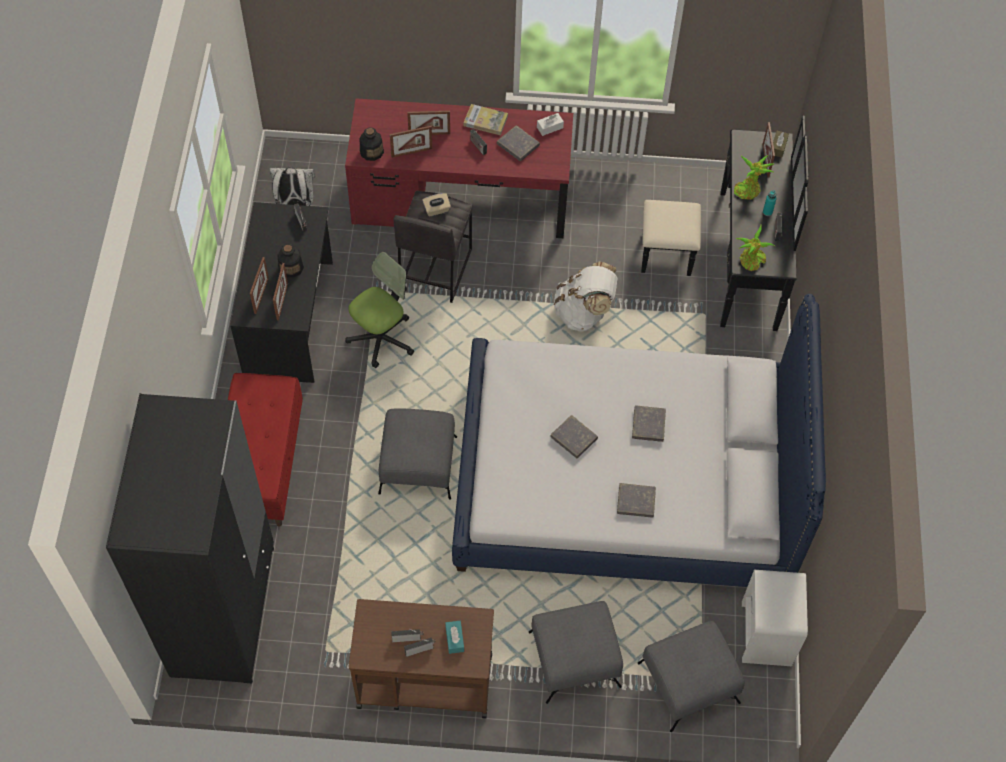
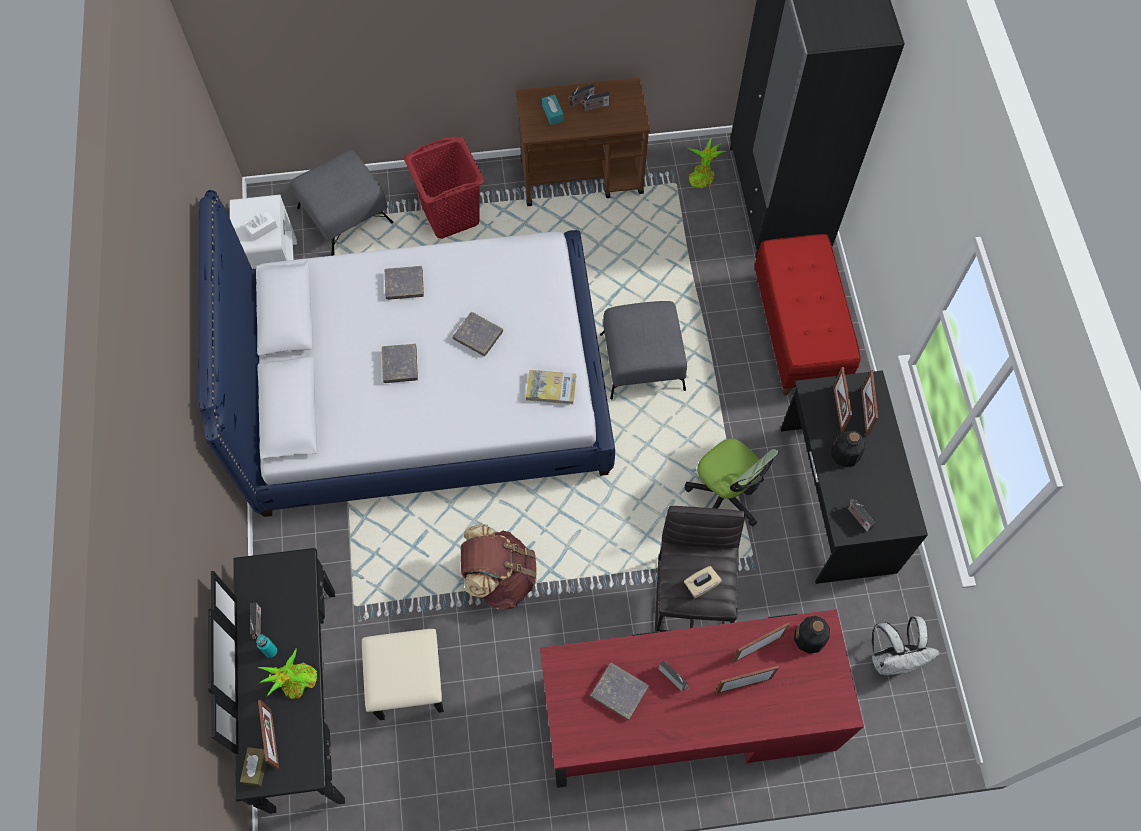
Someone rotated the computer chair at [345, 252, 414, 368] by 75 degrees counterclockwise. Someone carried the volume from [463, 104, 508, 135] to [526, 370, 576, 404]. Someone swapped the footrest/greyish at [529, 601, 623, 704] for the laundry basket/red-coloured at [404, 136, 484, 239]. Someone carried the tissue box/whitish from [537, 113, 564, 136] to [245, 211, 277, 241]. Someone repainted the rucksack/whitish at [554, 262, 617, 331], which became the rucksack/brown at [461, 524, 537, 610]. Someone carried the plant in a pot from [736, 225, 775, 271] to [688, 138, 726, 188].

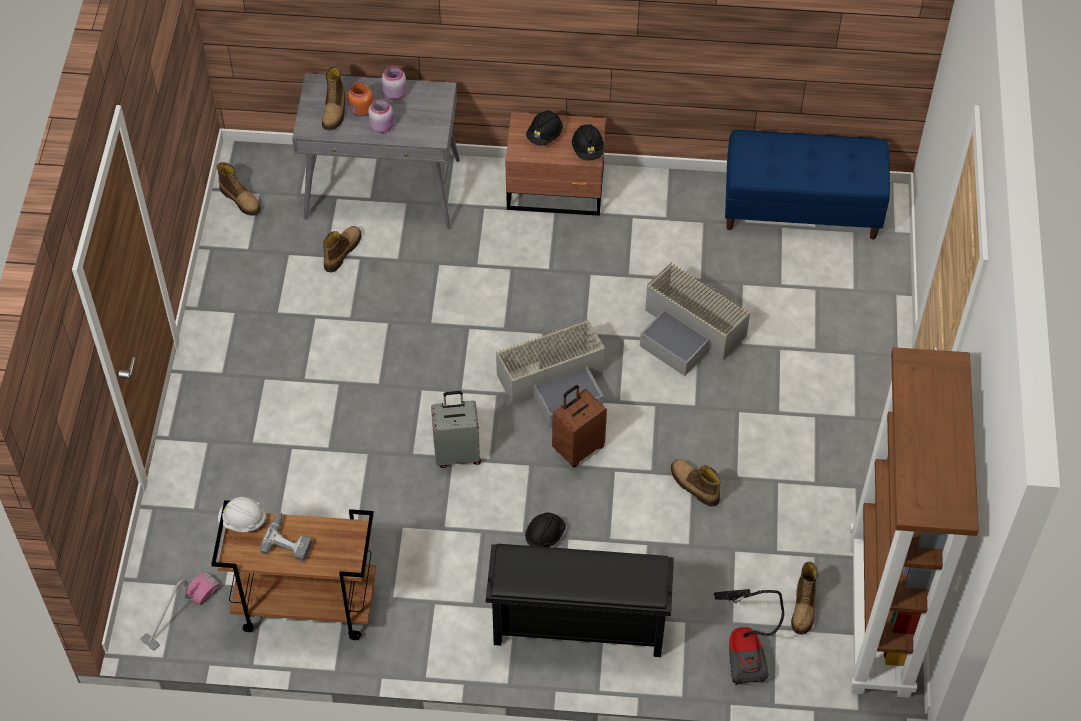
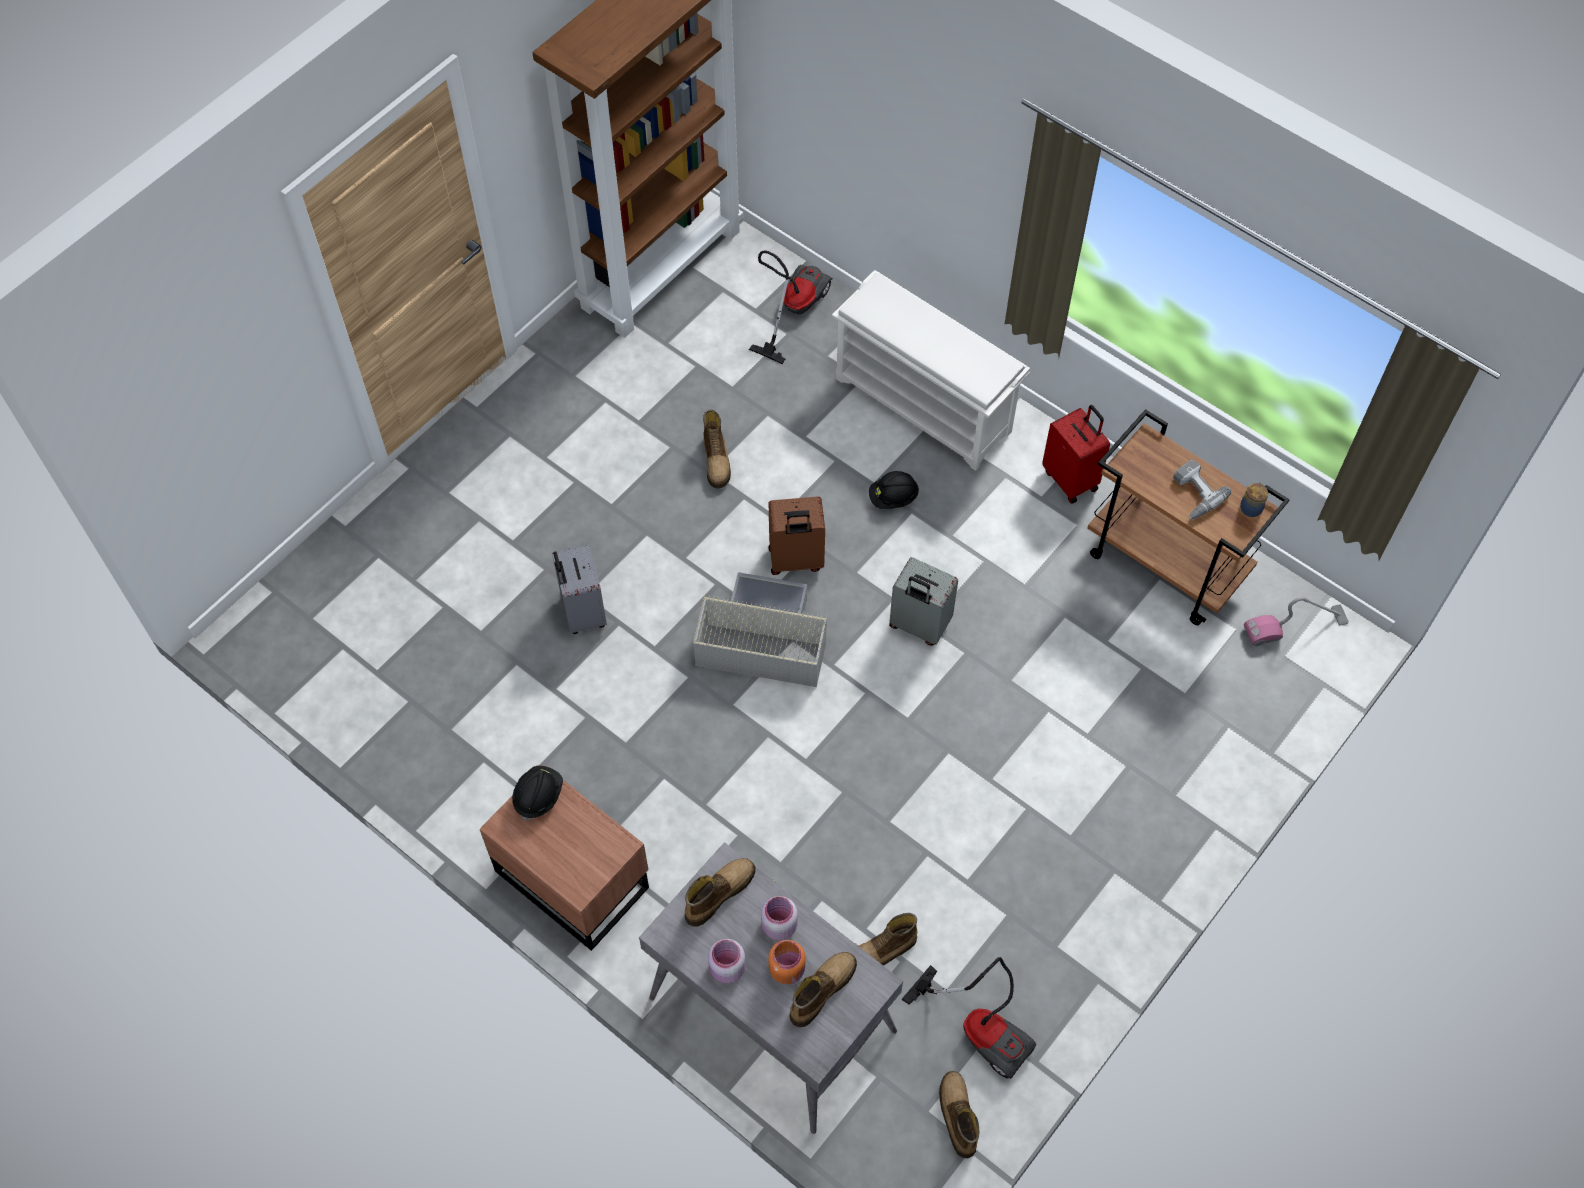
Someone took away the safety helmet/whitish at [218, 497, 267, 532]. Someone repainted the shoe stand/black-coloured at [485, 544, 674, 657], which became the shoe stand/whitish at [832, 270, 1030, 471]. Someone took away the safety helmet/black-coloured at [526, 110, 563, 146]. Someone swapped the storage box/greyish at [640, 262, 751, 376] for the piece of luggage/greyish at [552, 544, 607, 634]. Someone took away the bench/bluish at [725, 130, 890, 239]. Someone carried the tall boot from [791, 561, 818, 635] to [685, 858, 756, 927]. Someone put down the vacuum cleaner at [902, 957, 1036, 1079]. Someone put down the piece of luggage/red-coloured at [1042, 405, 1110, 504]. Someone put down the jar at [1240, 482, 1268, 517].

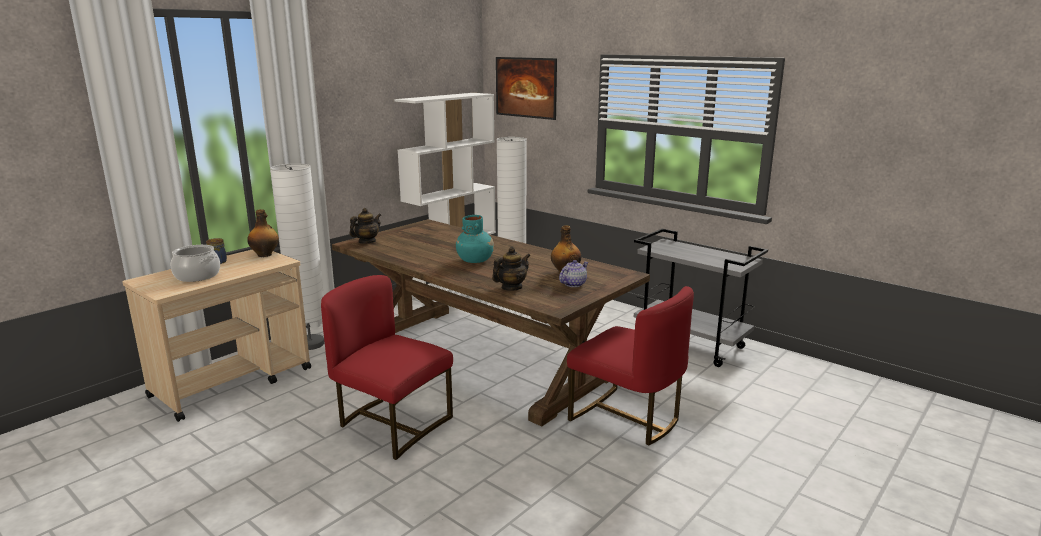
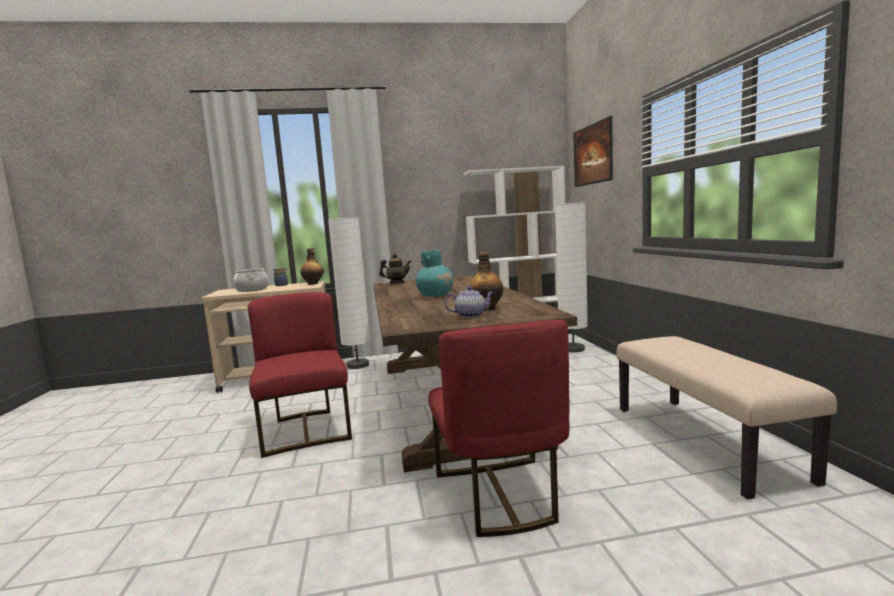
Someone took away the tea pot at [492, 247, 530, 291]. Someone swapped the cart/greyish at [634, 229, 768, 367] for the bench/beige-coloured at [616, 336, 837, 499].

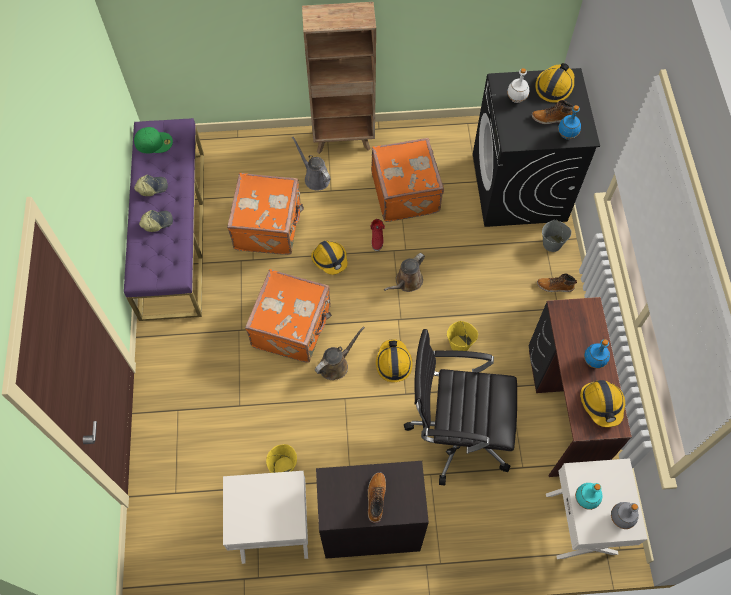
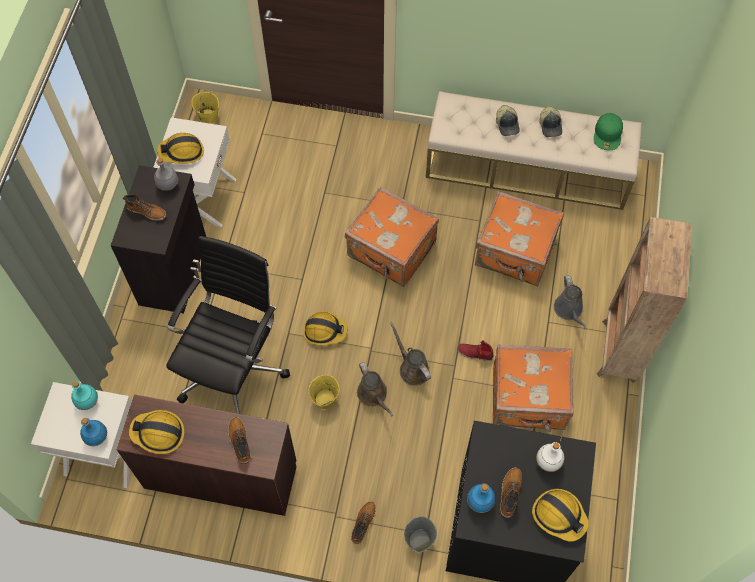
Someone repainted the bench/purple-coloured at [124, 118, 204, 321], which became the bench/beige-coloured at [426, 91, 642, 210]. Someone carried the pail/yellowish from [266, 444, 297, 473] to [192, 90, 219, 124]. Someone rotated the sprinkling can/greyish at [292, 137, 331, 190] by 105 degrees clockwise. Someone carried the safety helmet from [311, 241, 348, 275] to [157, 133, 204, 164]. Someone carried the sprinkling can/brown from [315, 326, 365, 380] to [357, 362, 393, 417]. Someone carried the bottle/bluish from [584, 339, 610, 369] to [80, 418, 107, 446]. Someone carried the bottle/greyish from [611, 502, 639, 529] to [154, 158, 178, 191]. Someone put down the tall boot at [228, 417, 251, 464].

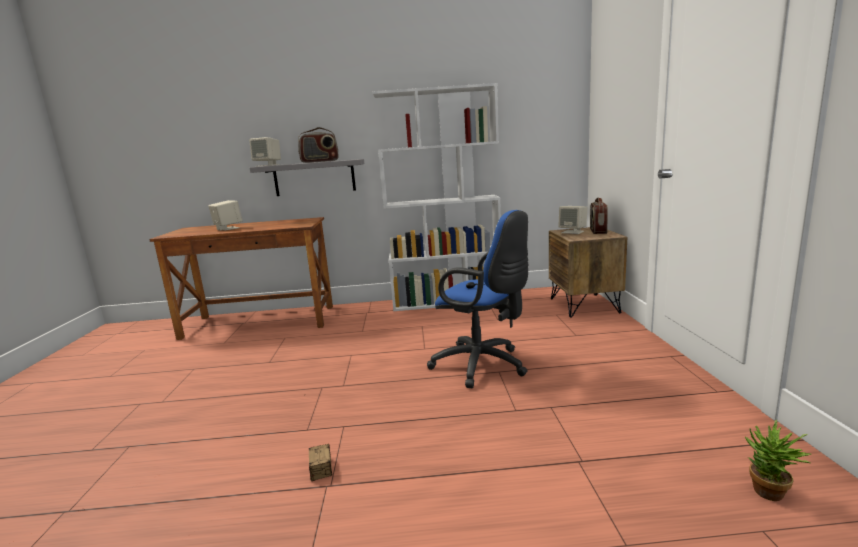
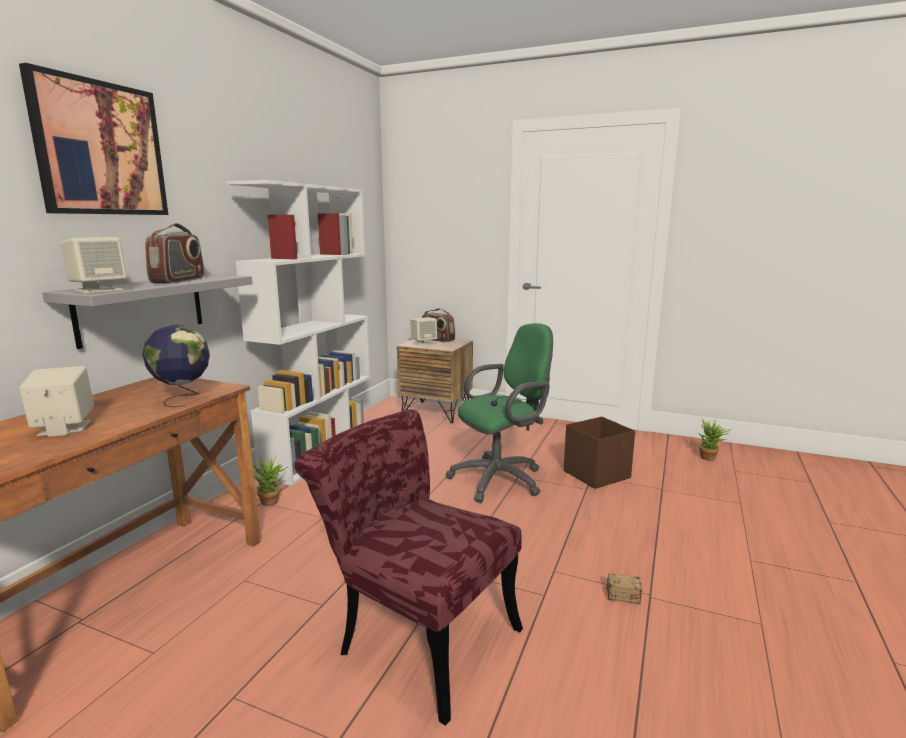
Someone repainted the computer chair/bluish at [427, 210, 528, 388], which became the computer chair/green at [446, 323, 553, 503]. Someone put up the wall picture at [19, 63, 168, 215]. Someone put down the desk globe at [142, 325, 210, 407]. Someone put down the plant in a pot at [253, 456, 288, 506]. Someone put down the chair/red-coloured at [295, 409, 523, 726]. Someone put down the storage box/brown at [564, 417, 635, 489].

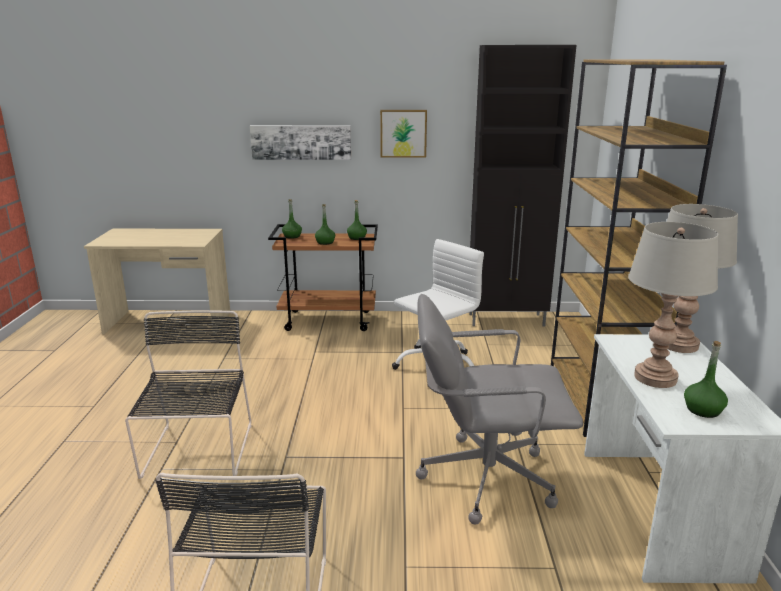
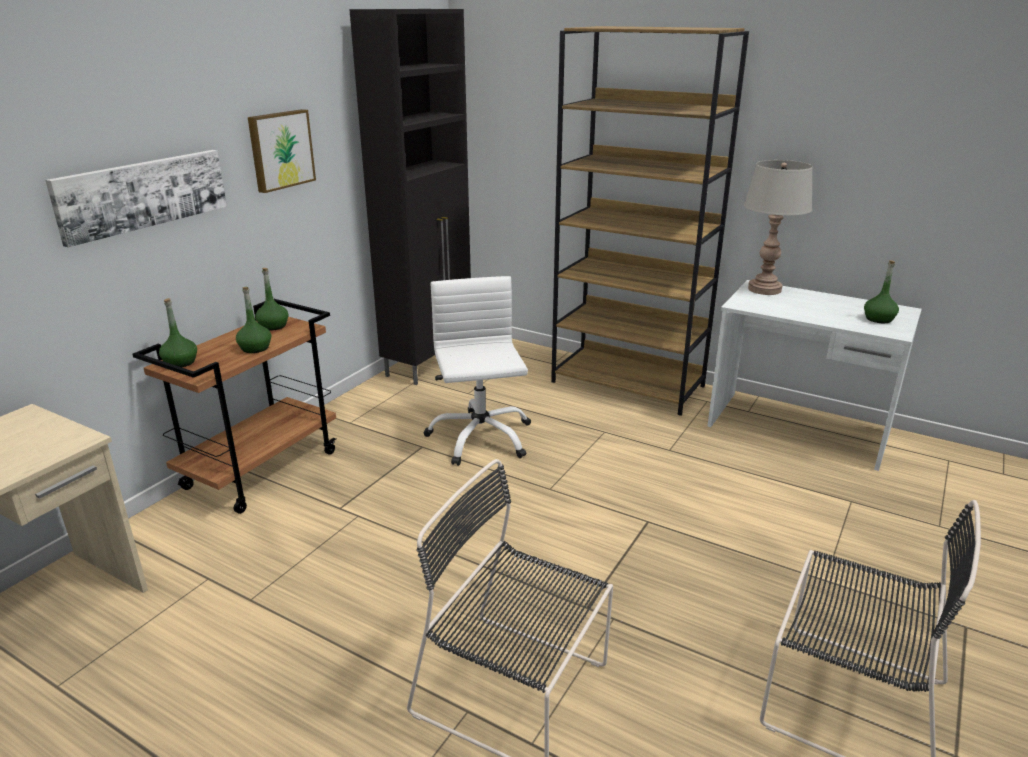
Someone took away the computer chair/greyish at [416, 294, 583, 524]. Someone took away the tabletop lamp/greyish at [628, 222, 719, 388].

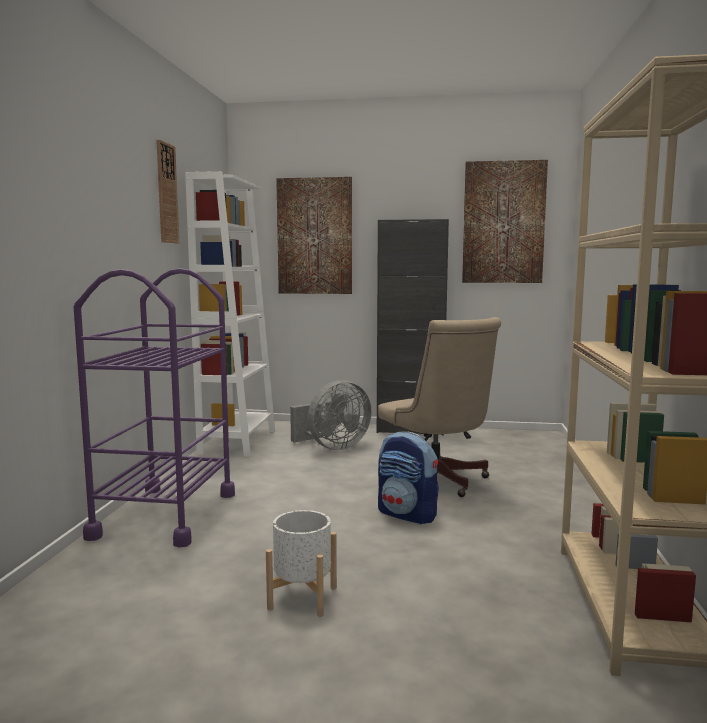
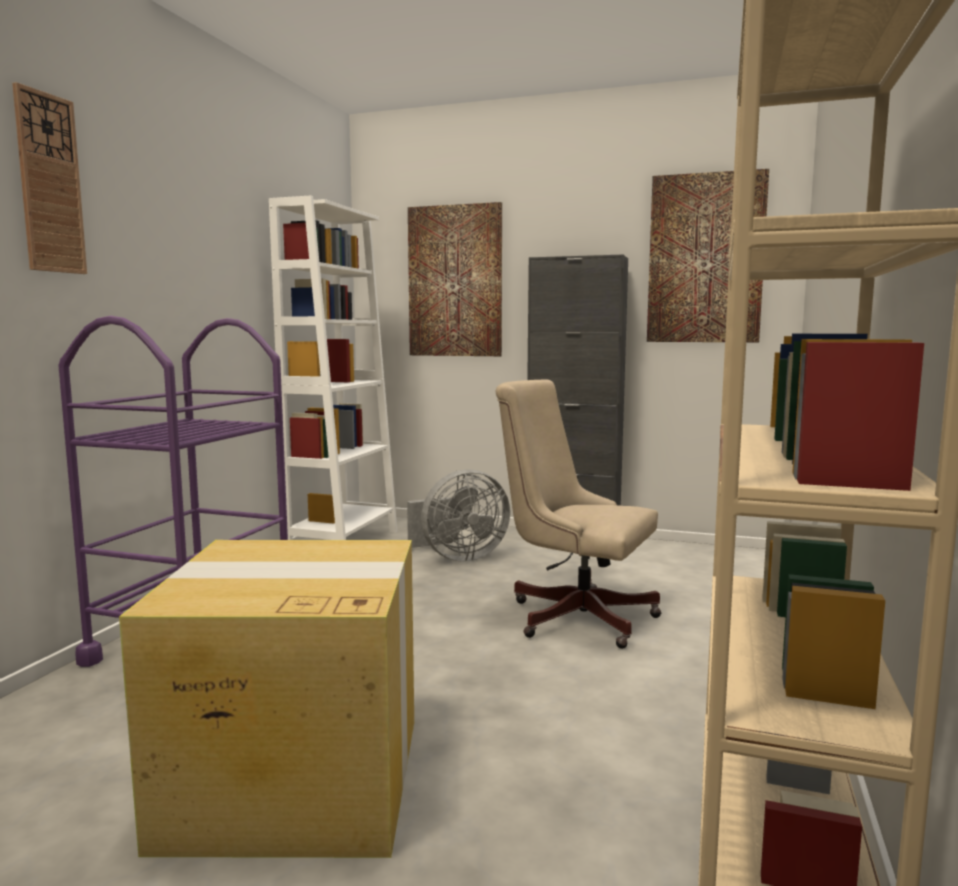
Someone carried the hanging clock from [156, 140, 179, 243] to [12, 82, 87, 274]. Someone swapped the plant pot/whitish at [266, 510, 337, 617] for the cardboard box at [119, 540, 414, 858]. Someone rotated the computer chair/beige-coloured at [378, 317, 501, 497] by 135 degrees clockwise. Someone took away the rucksack at [378, 432, 439, 524].

